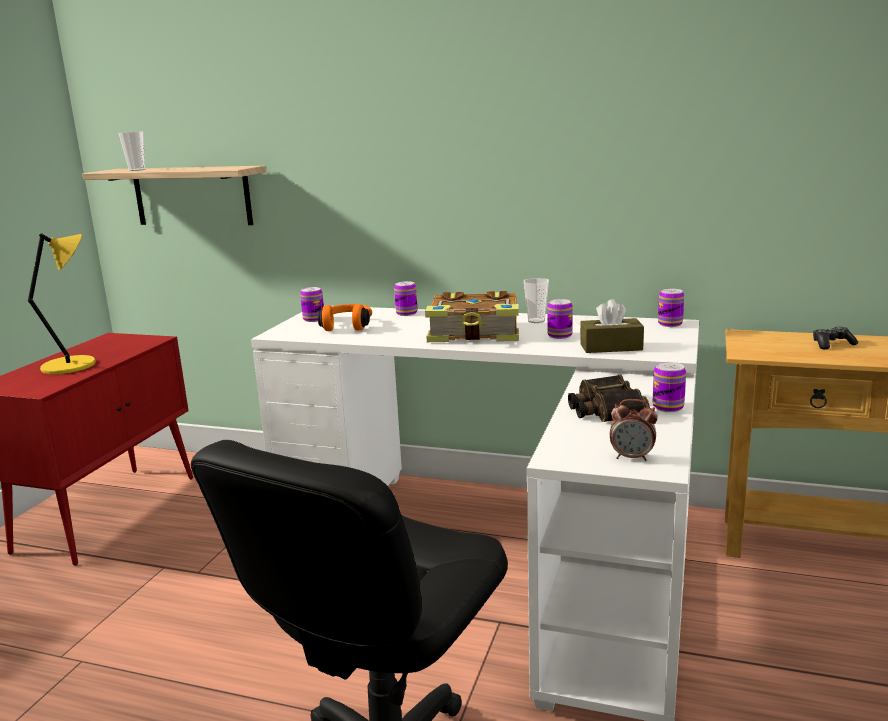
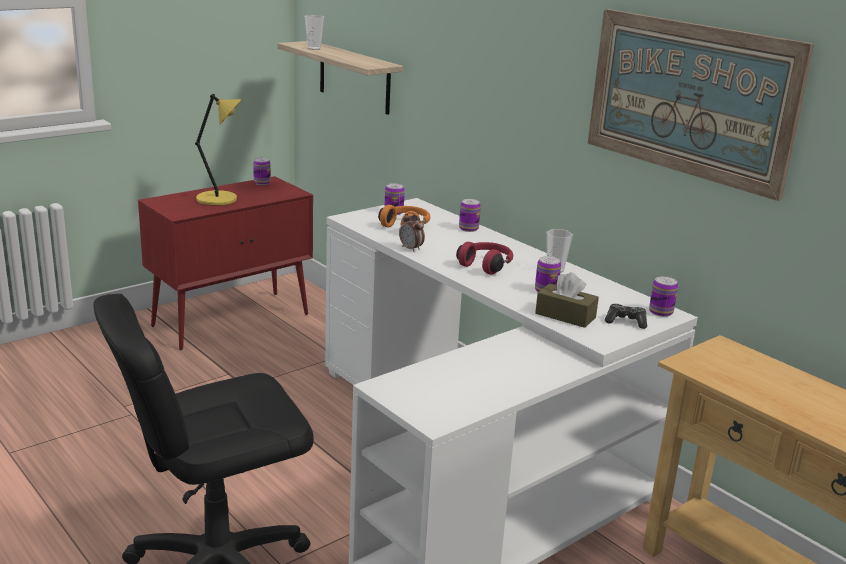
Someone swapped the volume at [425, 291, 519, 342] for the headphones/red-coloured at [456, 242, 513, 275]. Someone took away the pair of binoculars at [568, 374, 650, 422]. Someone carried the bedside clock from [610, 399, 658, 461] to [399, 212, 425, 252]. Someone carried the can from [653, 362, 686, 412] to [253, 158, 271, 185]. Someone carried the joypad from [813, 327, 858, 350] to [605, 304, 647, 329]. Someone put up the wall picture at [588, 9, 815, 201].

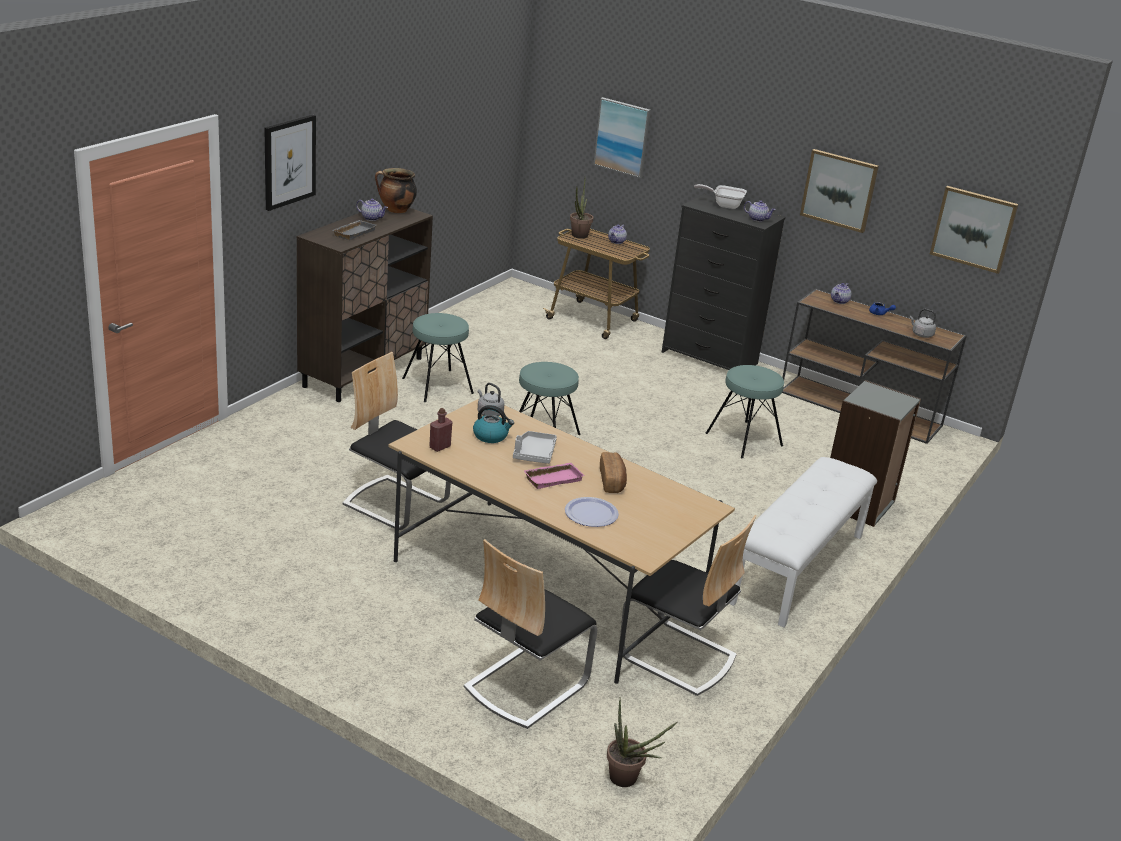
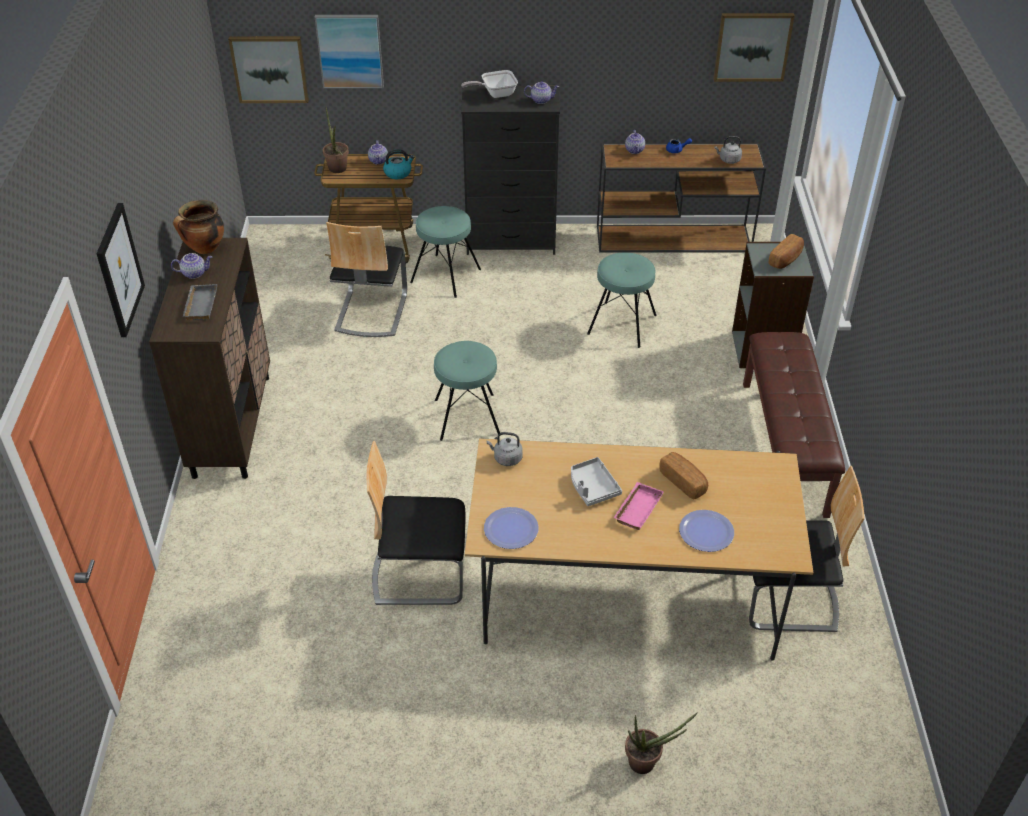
Someone carried the stool seat/turquoise from [402, 313, 474, 402] to [410, 206, 481, 298]. Someone swapped the bottle/red-coloured at [429, 408, 452, 452] for the plate at [484, 507, 539, 549]. Someone carried the chair from [464, 539, 597, 729] to [326, 222, 407, 337]. Someone carried the kettle from [473, 405, 514, 443] to [383, 149, 415, 179]. Someone carried the plant in a pot from [607, 697, 677, 787] to [625, 712, 698, 774]. Someone repainted the bench/whitish at [729, 457, 877, 628], which became the bench/brown at [743, 332, 845, 518]. Someone carried the wall picture from [800, 149, 879, 233] to [228, 36, 309, 103]. Someone put down the baked bread at [769, 234, 804, 269].

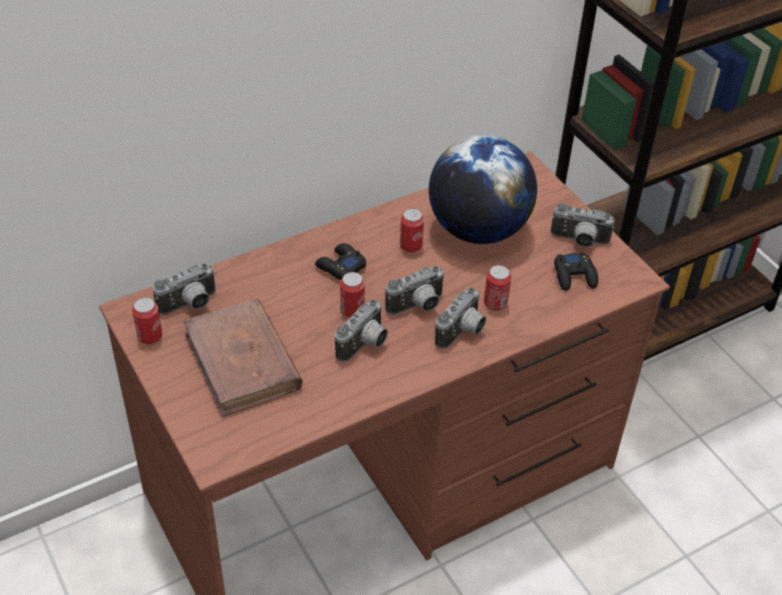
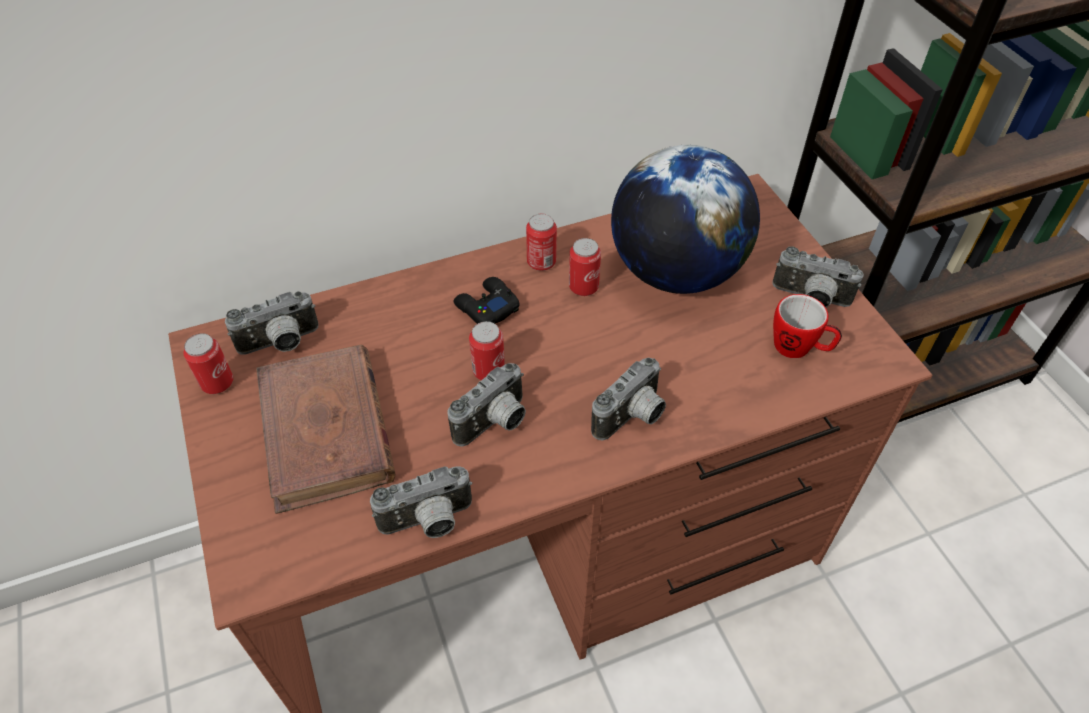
Someone carried the photo camera from [385, 266, 445, 315] to [370, 466, 473, 538]. Someone carried the can from [484, 265, 511, 311] to [526, 214, 557, 271]. Someone swapped the joypad/black-coloured at [554, 253, 598, 291] for the mug at [773, 294, 842, 358].

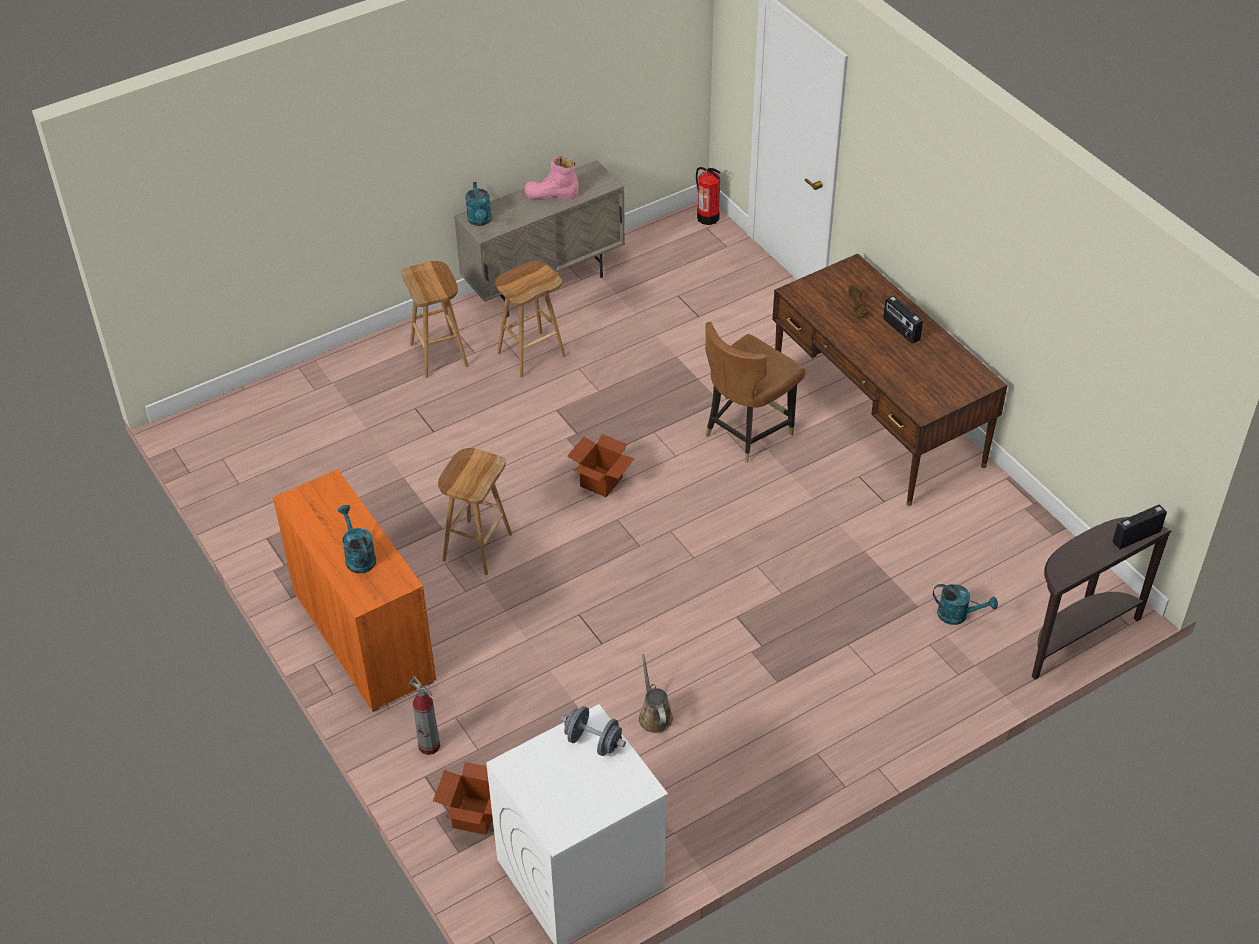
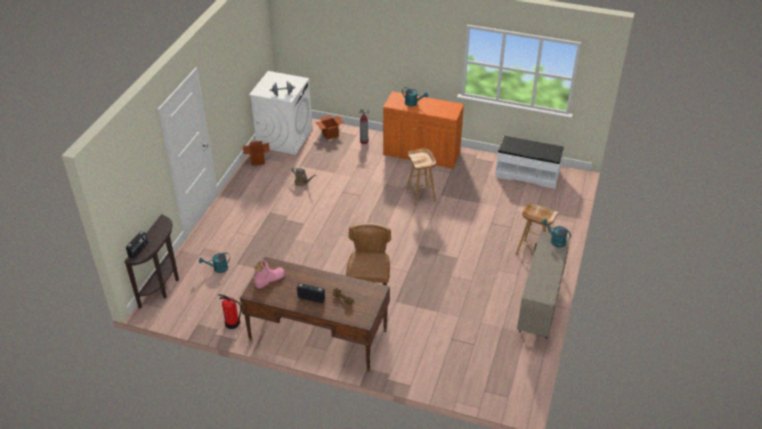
Someone took away the stool seat/brown at [495, 261, 566, 378]. Someone carried the tall boot/pinkish from [524, 156, 579, 200] to [254, 261, 285, 288]. Someone carried the cardboard box from [567, 434, 635, 497] to [243, 141, 270, 166]. Someone carried the fire extinguisher from [696, 167, 721, 225] to [219, 294, 242, 329]. Someone put down the bench/whitish at [495, 136, 564, 189].

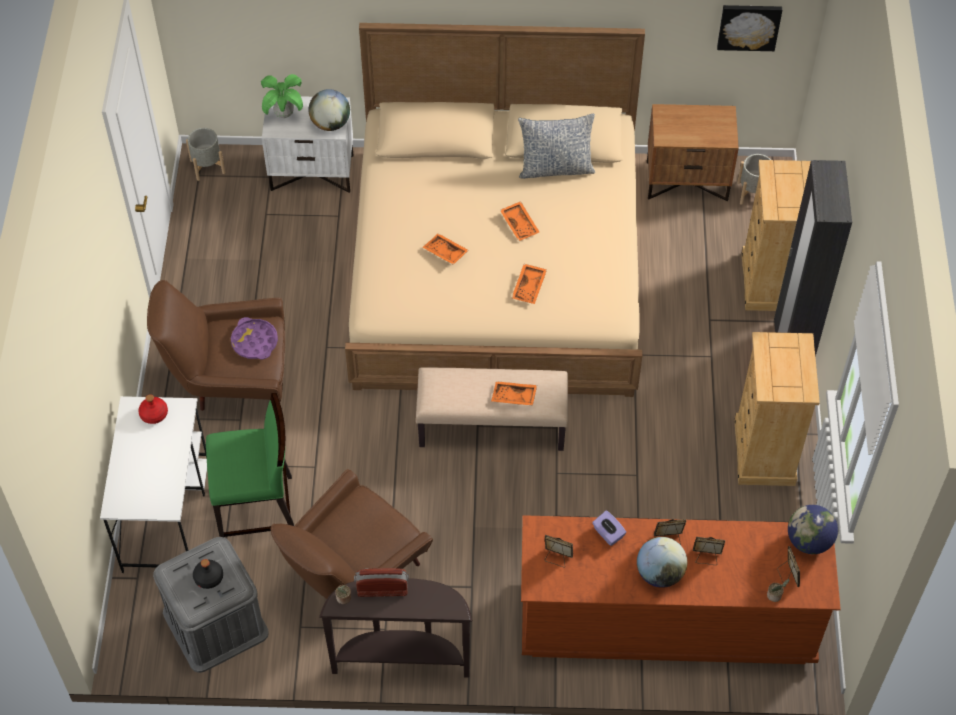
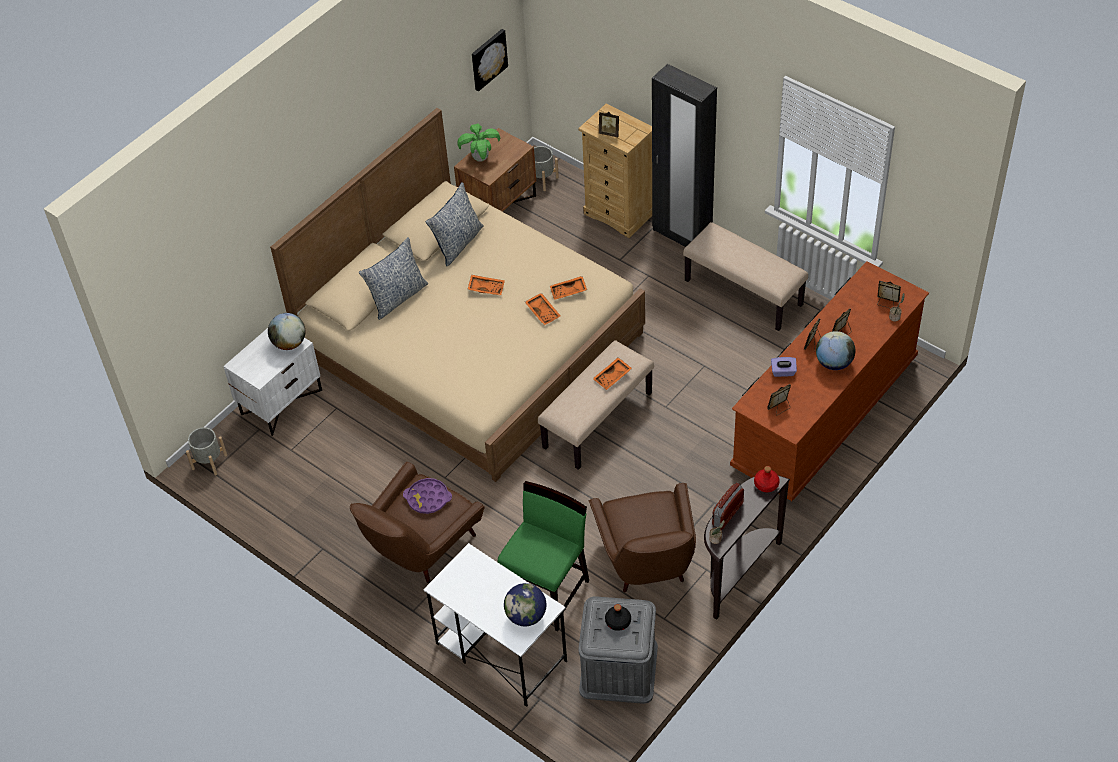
Someone carried the bottle/red-coloured from [138, 394, 168, 424] to [754, 466, 780, 492]. Someone carried the plant in a pot from [261, 74, 303, 118] to [457, 124, 500, 162]. Someone carried the carrying tray/orangey from [423, 233, 469, 265] to [550, 276, 587, 300]. Someone swapped the dresser/beige-coloured at [734, 332, 820, 486] for the bench/beige-coloured at [683, 222, 808, 331]. Someone carried the desk globe from [788, 505, 838, 554] to [504, 583, 547, 626]. Someone put down the throw pillow at [359, 237, 428, 320]. Someone put down the picture frame at [599, 112, 619, 137].

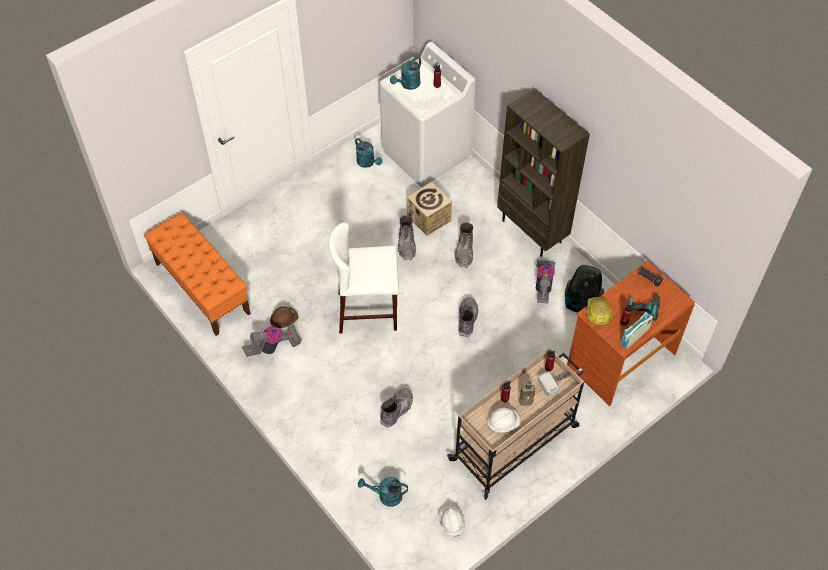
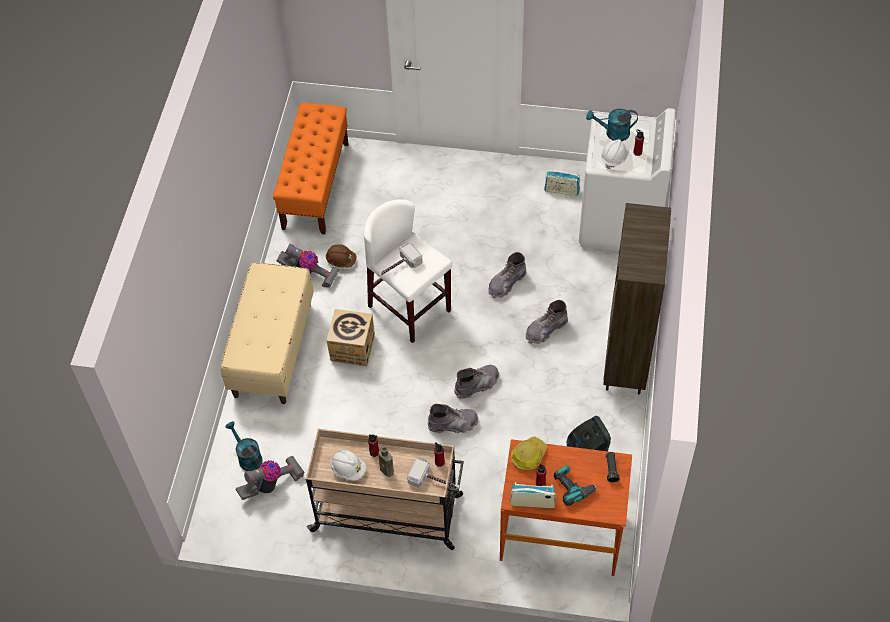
Someone swapped the sprinkling can/turquoise at [355, 138, 382, 168] for the radio at [544, 170, 580, 196]. Someone carried the tall boot/greyish from [380, 388, 413, 428] to [428, 404, 478, 433]. Someone carried the cardboard box from [407, 182, 452, 236] to [326, 309, 375, 366]. Someone carried the safety helmet/whitish from [439, 506, 465, 537] to [601, 139, 629, 169]. Someone carried the vacuum cleaner from [536, 260, 556, 303] to [235, 456, 305, 500]. Someone put down the bench/beige-coloured at [221, 262, 314, 404]. Someone put down the hand hammer at [378, 243, 422, 277].

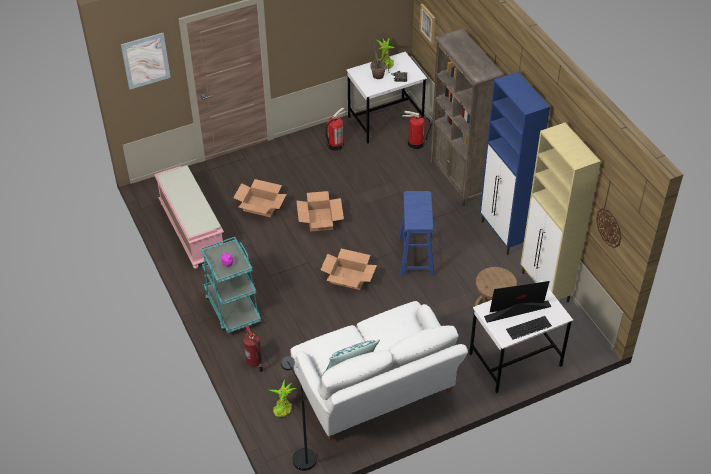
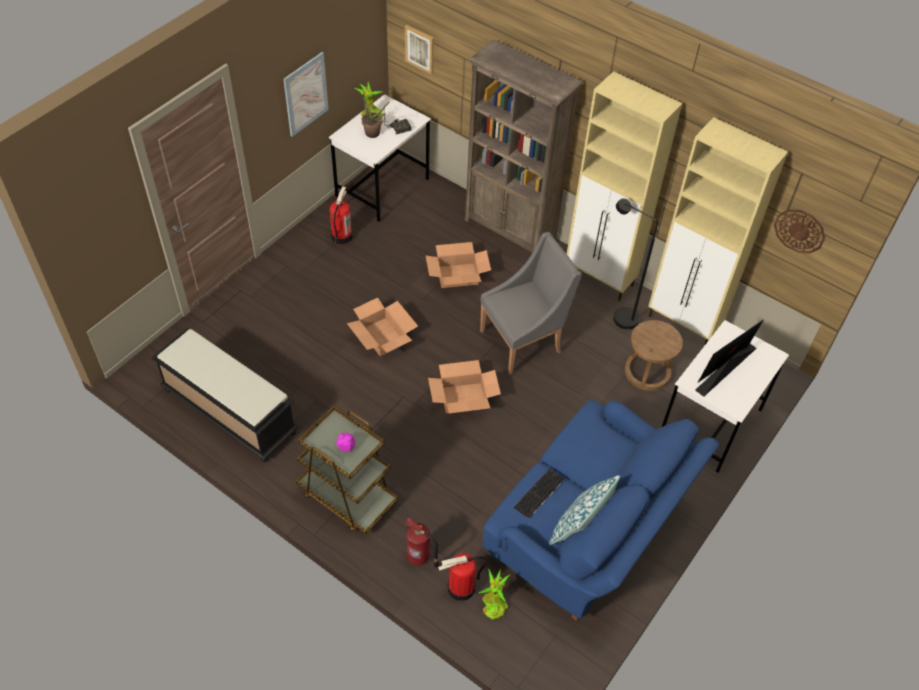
Someone carried the wall picture from [121, 33, 171, 89] to [283, 52, 329, 137]. Someone repainted the bench/pinkish at [154, 165, 224, 269], which became the bench/black-coloured at [151, 328, 299, 462]. Someone repainted the cart/turquoise at [201, 237, 261, 333], which became the cart/brown at [296, 405, 398, 534]. Someone carried the cardboard box from [233, 179, 287, 217] to [425, 242, 491, 288]. Someone carried the standing lamp/black-coloured from [281, 356, 317, 471] to [613, 198, 658, 329]. Someone repainted the couch/whitish at [291, 301, 468, 440], which became the couch/bluish at [483, 400, 720, 621]. Someone swapped the stool seat/bluish at [399, 191, 434, 276] for the armchair/greyish at [480, 232, 582, 375]. Someone carried the fire extinguisher from [402, 111, 431, 149] to [438, 553, 486, 601]. Someone repainted the storage cabinet/bluish at [480, 72, 550, 255], which became the storage cabinet/beige-coloured at [567, 71, 682, 301]. Someone carried the keyboard from [506, 316, 552, 340] to [513, 468, 564, 519].

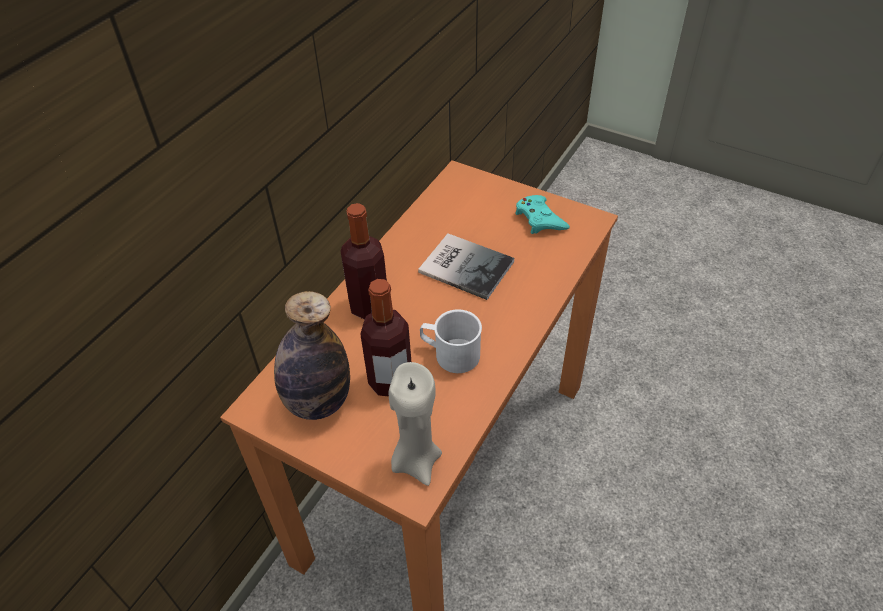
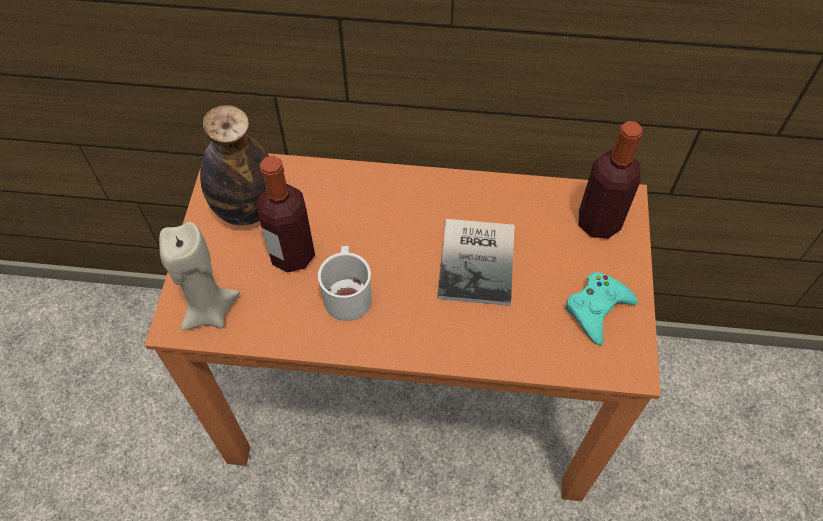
Someone carried the bottle from [341, 203, 387, 320] to [578, 121, 642, 239].

